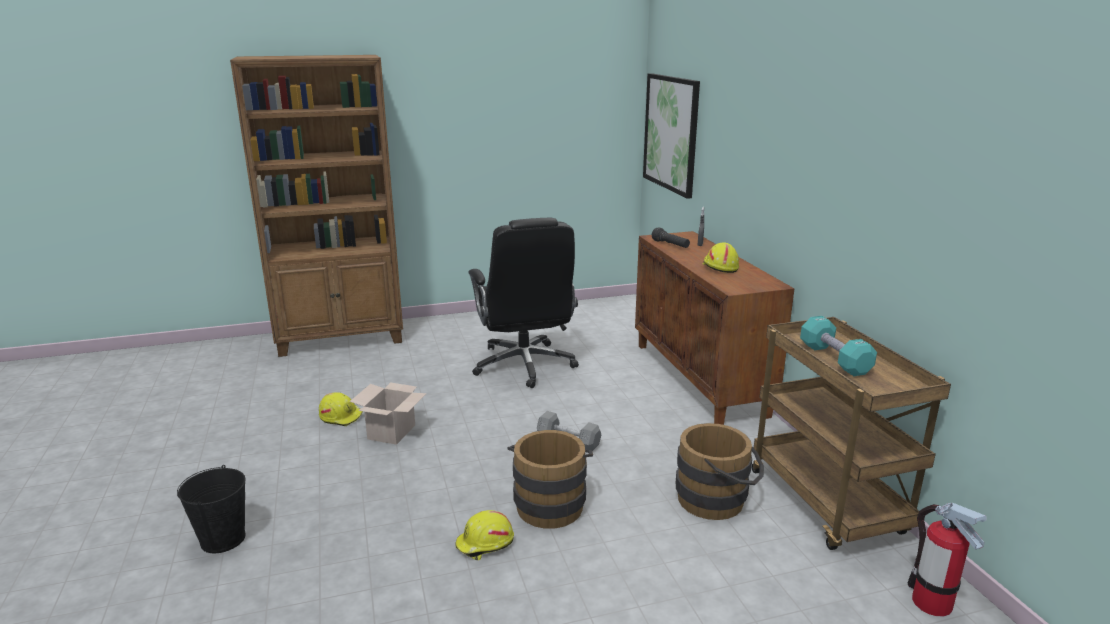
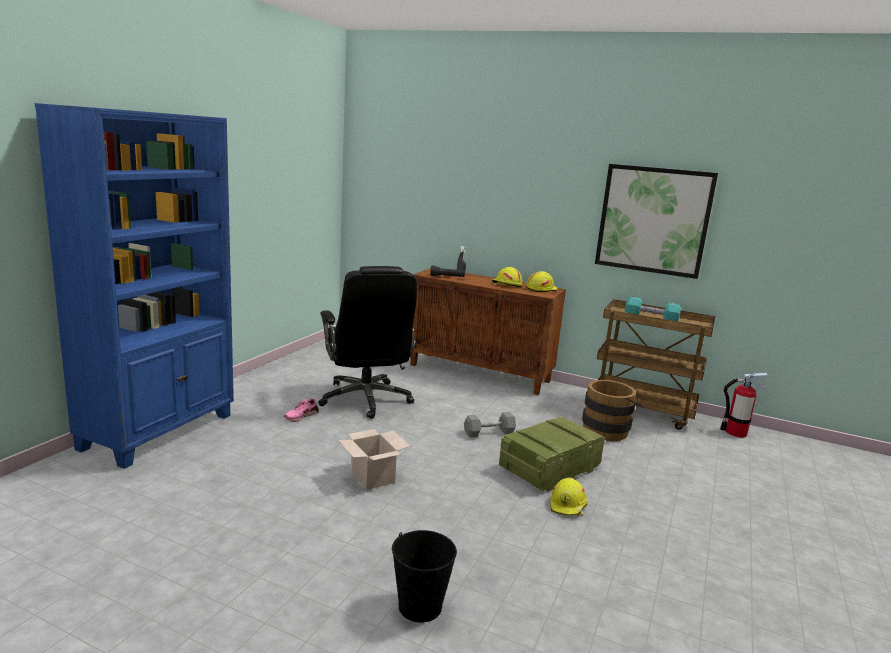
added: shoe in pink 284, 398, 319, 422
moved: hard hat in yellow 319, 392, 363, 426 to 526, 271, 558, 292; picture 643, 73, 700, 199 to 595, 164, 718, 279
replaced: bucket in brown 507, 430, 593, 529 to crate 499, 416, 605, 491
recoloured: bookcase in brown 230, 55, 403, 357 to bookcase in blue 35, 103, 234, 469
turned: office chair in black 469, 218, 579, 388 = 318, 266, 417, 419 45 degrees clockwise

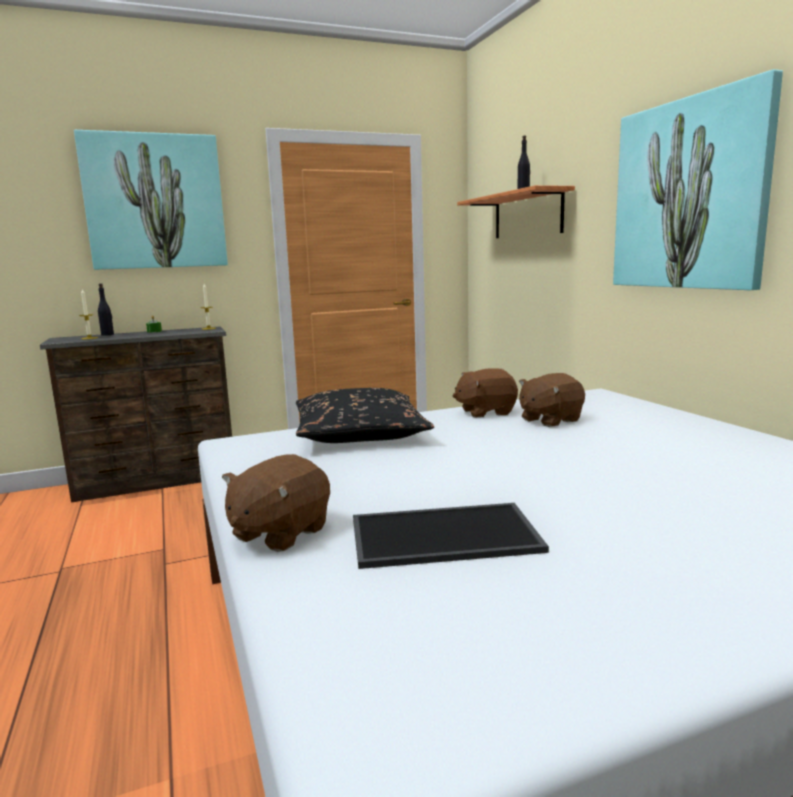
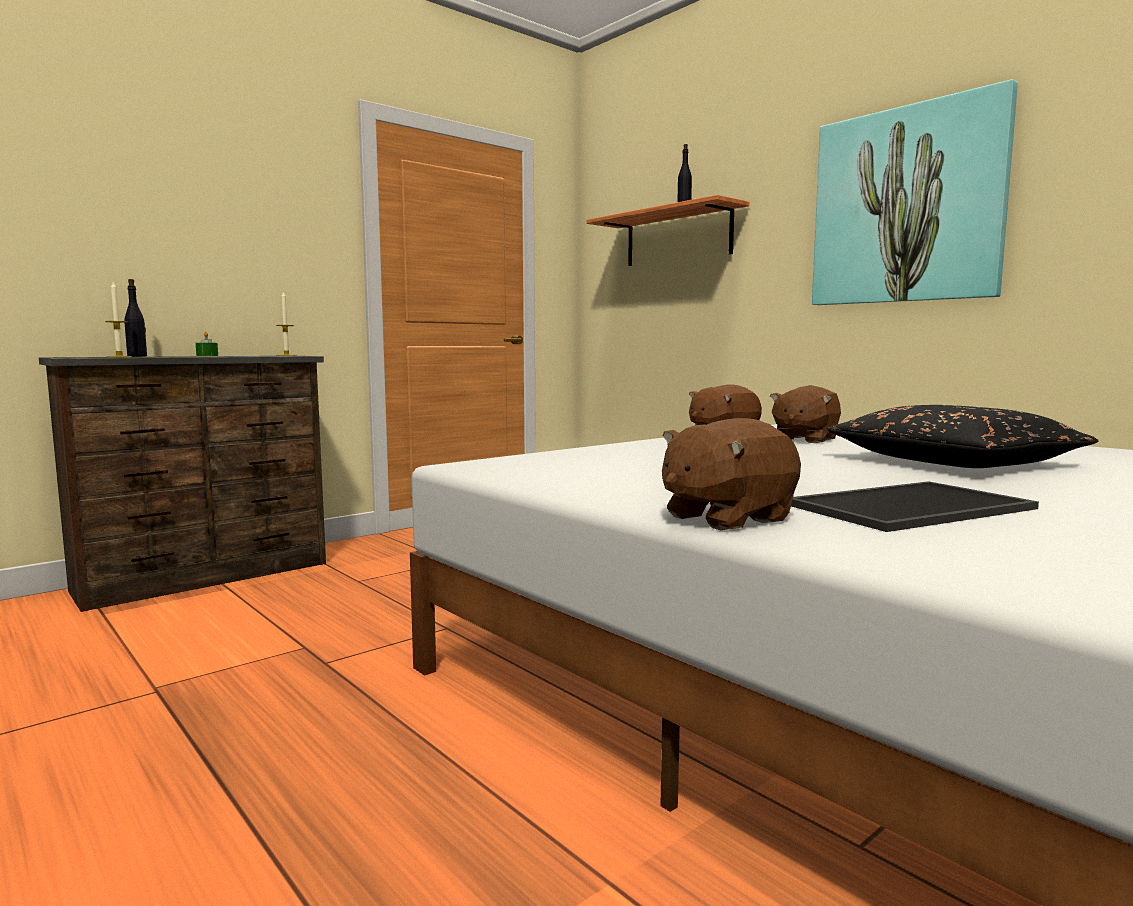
removed: picture 74, 130, 228, 270
moved: pillow in black 296, 388, 434, 443 to 827, 405, 1099, 468
turned: plush toy in brown 222, 454, 330, 552 = 662, 418, 801, 530 45 degrees clockwise

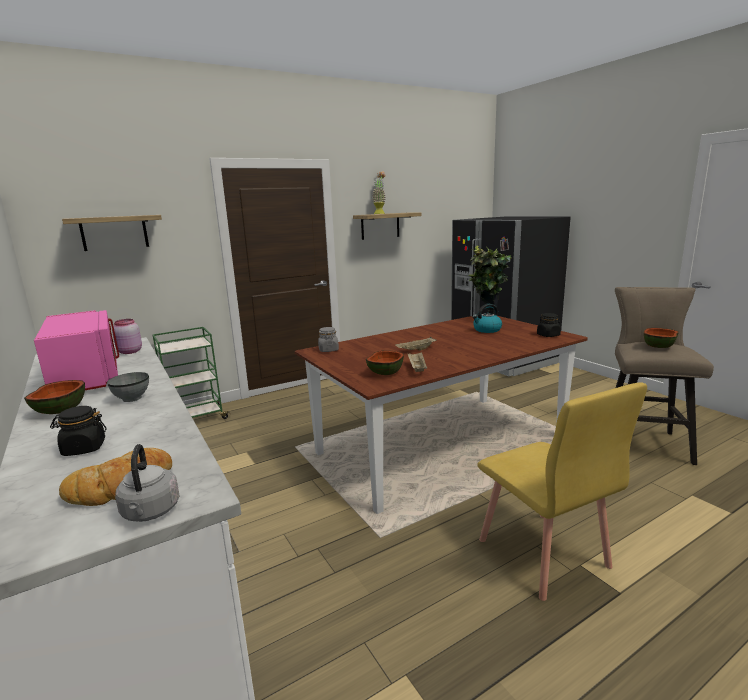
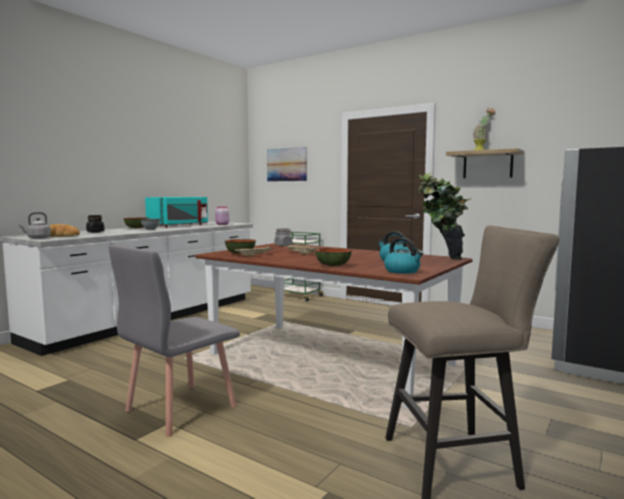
moved: bowl 644, 328, 679, 348 to 315, 248, 352, 266
replaced: shelf 62, 215, 162, 251 to picture 267, 147, 307, 182; jar in black 537, 313, 561, 337 to kettle 384, 237, 424, 274
recoloured: chair in yellow 477, 382, 647, 601 to chair in grey 109, 245, 240, 437; microwave in pink 34, 310, 119, 390 to microwave in turquoise 145, 197, 208, 228

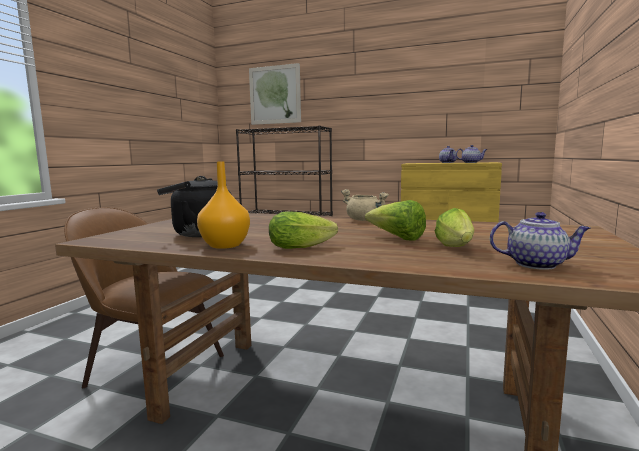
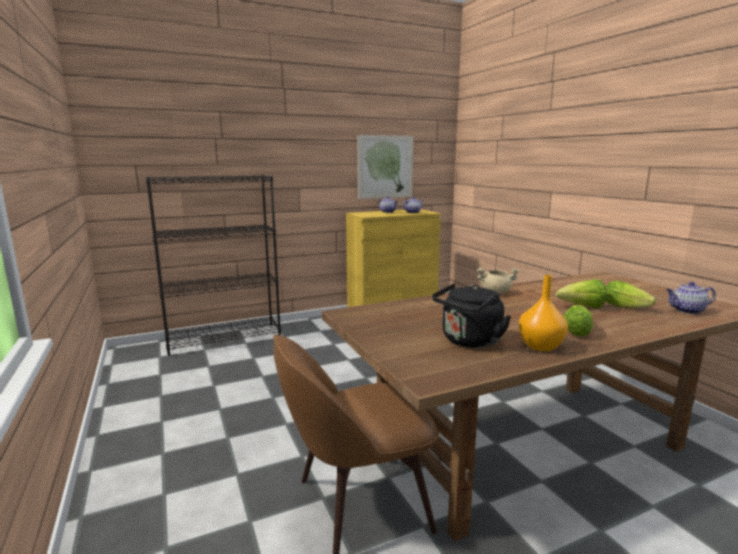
moved: picture 249, 63, 301, 125 to 358, 135, 413, 199
turned: teapot 490, 212, 590, 270 = 666, 282, 716, 314 150 degrees counterclockwise

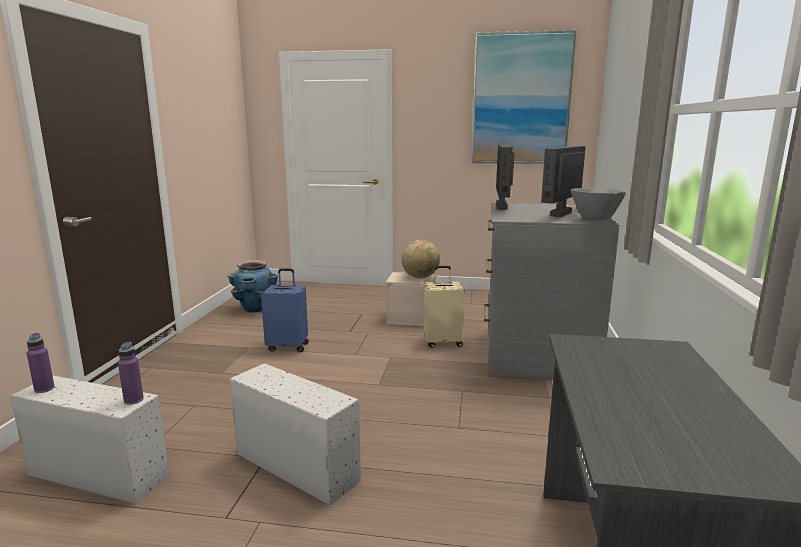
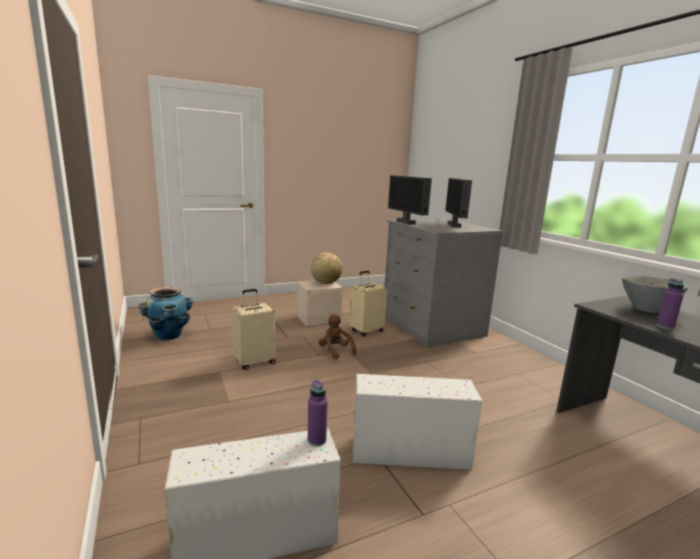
removed: picture 471, 30, 576, 164
added: plush toy in brown 318, 314, 356, 359
moved: bowl in grey 571, 188, 626, 220 to 622, 276, 688, 313; bottle in purple 27, 333, 55, 393 to 656, 278, 684, 330
recoloured: suitcase in blue 261, 268, 309, 352 to suitcase in beige 232, 289, 275, 370

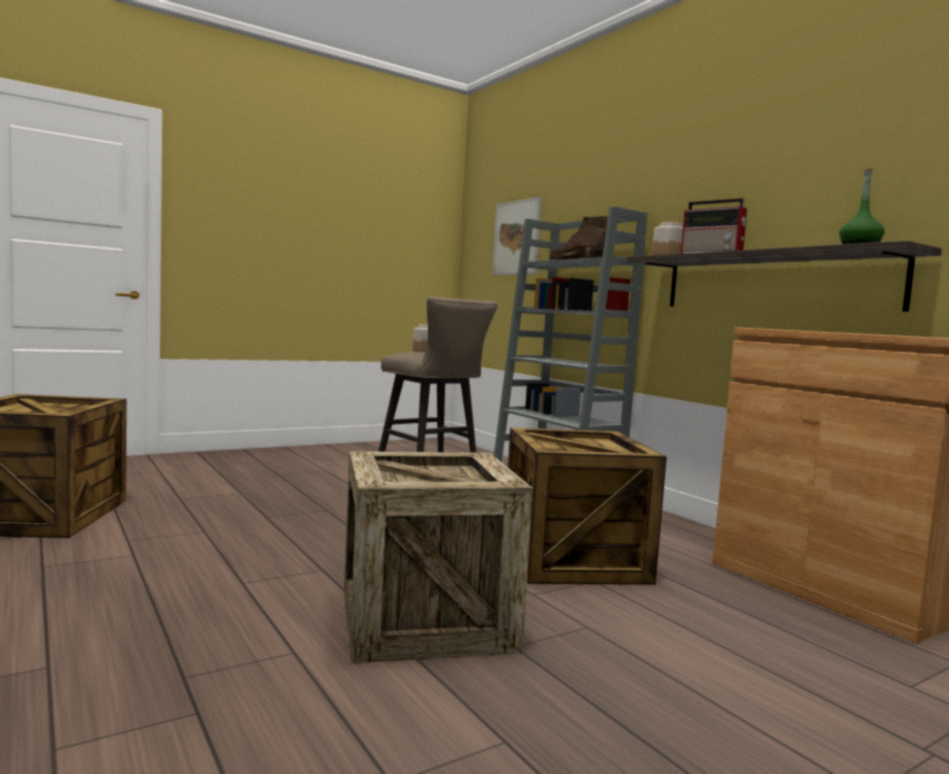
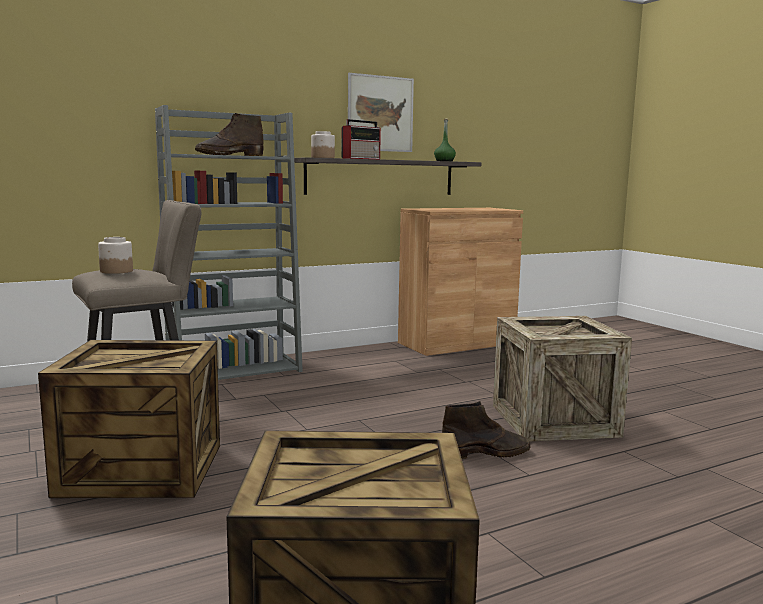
added: boot in brown 442, 401, 531, 459
moved: crate 508, 428, 667, 585 to 38, 340, 220, 498; picture 492, 197, 542, 275 to 348, 73, 414, 152

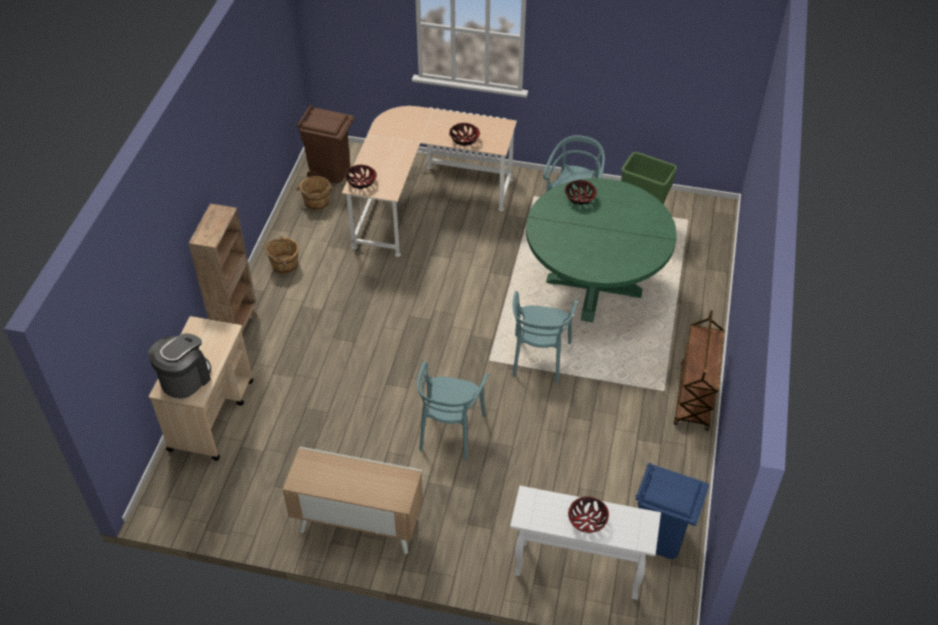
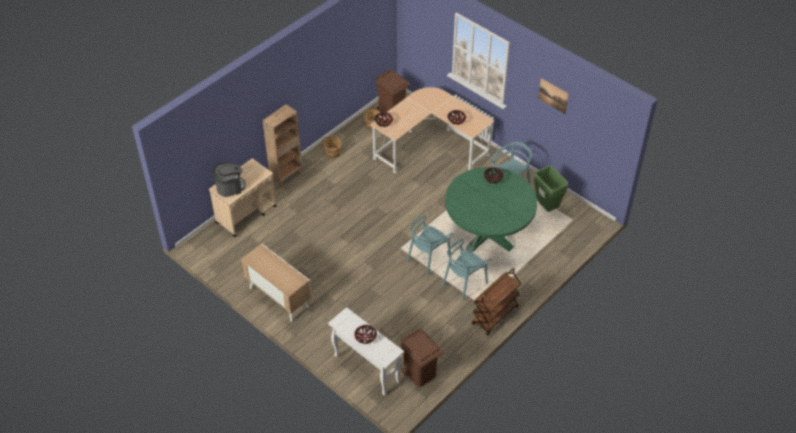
added: picture 538, 78, 569, 114
moved: chair in turquoise 417, 361, 489, 460 to 442, 239, 491, 301
recoloured: trash can in blue 636, 463, 709, 559 to trash can in brown 400, 328, 443, 387

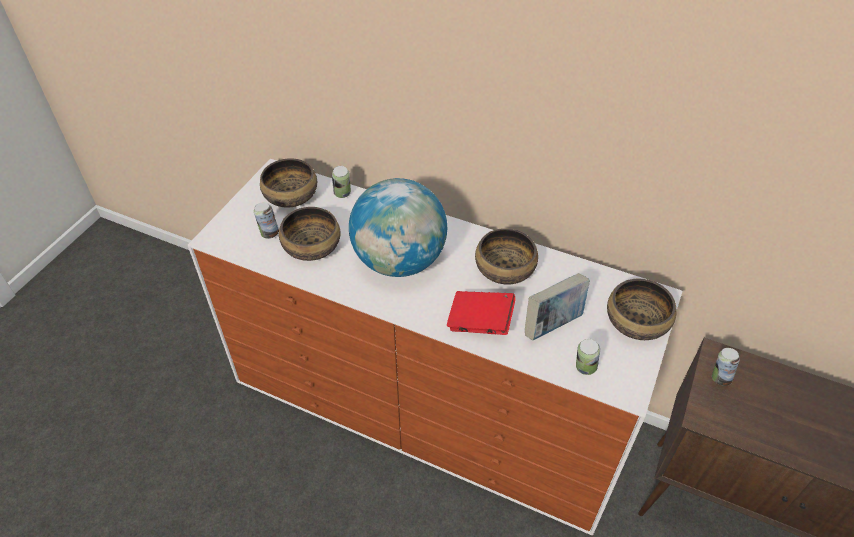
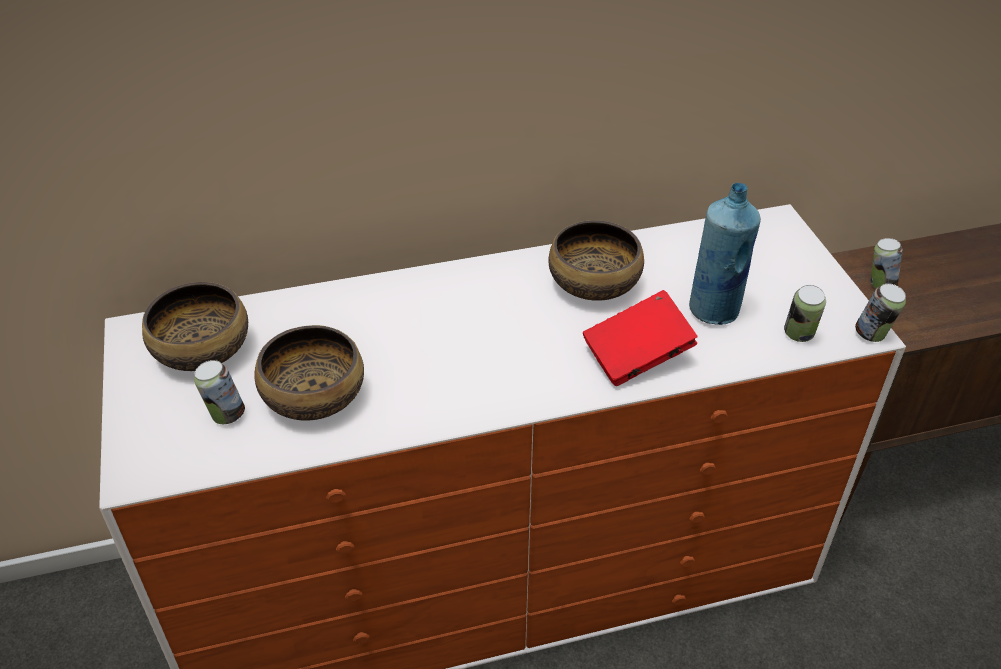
removed: globe 349, 178, 447, 277; bowl 607, 279, 677, 340
moved: can 332, 166, 351, 198 to 855, 283, 906, 342
replaced: book 525, 273, 590, 340 to bottle in blue 689, 183, 761, 325

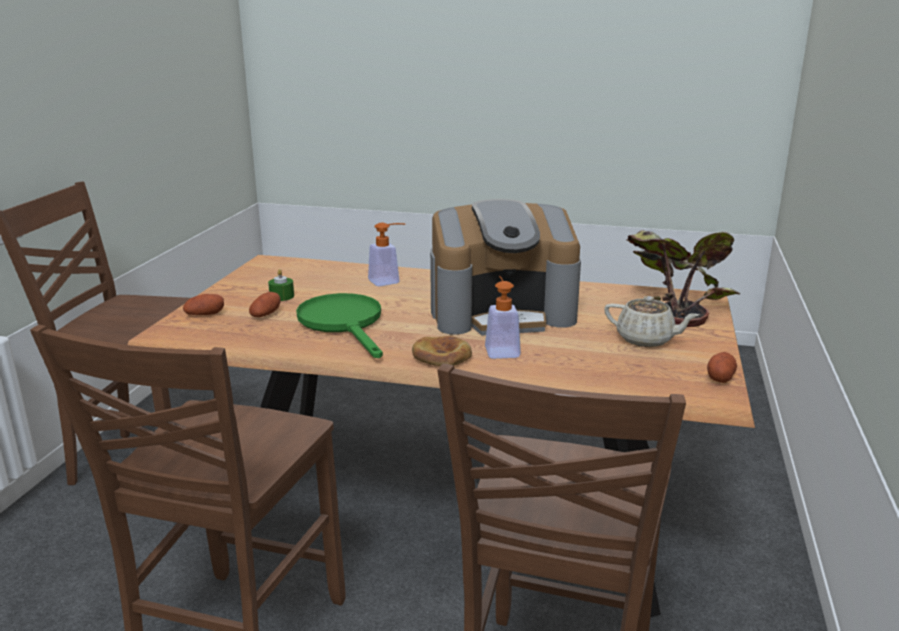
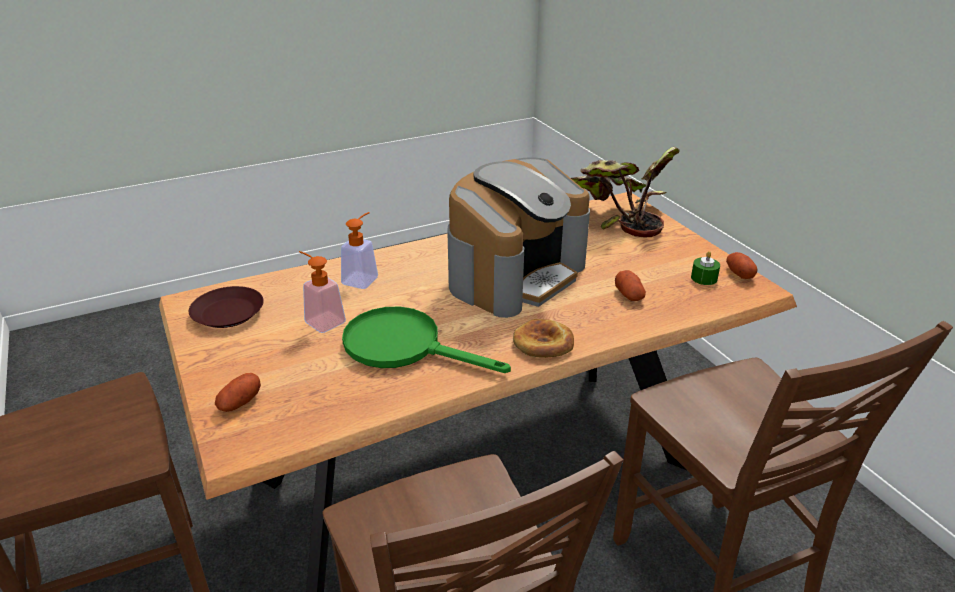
removed: teapot in beige 604, 296, 699, 347
added: plate in brown 189, 286, 264, 328
moved: soap dispenser 485, 276, 521, 359 to 299, 251, 346, 333; potato 249, 292, 281, 317 to 615, 270, 646, 301; candle in green 268, 269, 294, 301 to 691, 251, 720, 285

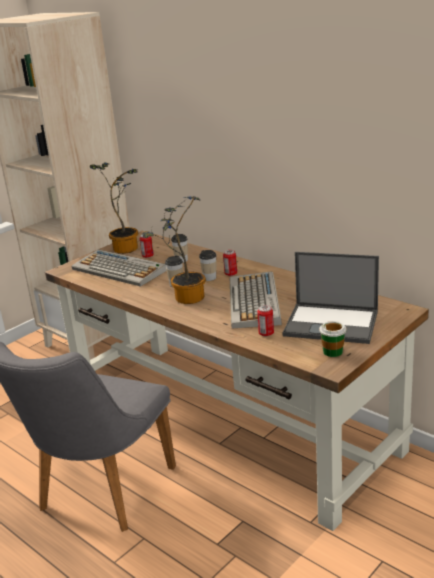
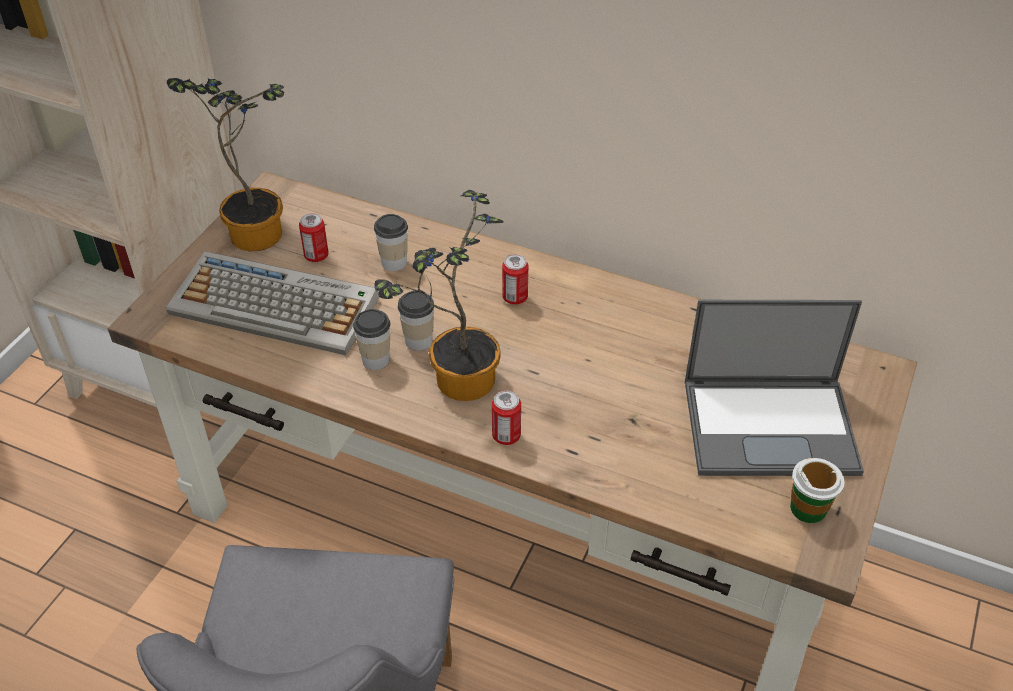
removed: keyboard 230, 271, 282, 329
moved: cup 199, 250, 217, 281 to 353, 309, 390, 370; can 257, 305, 274, 337 to 492, 391, 521, 445

